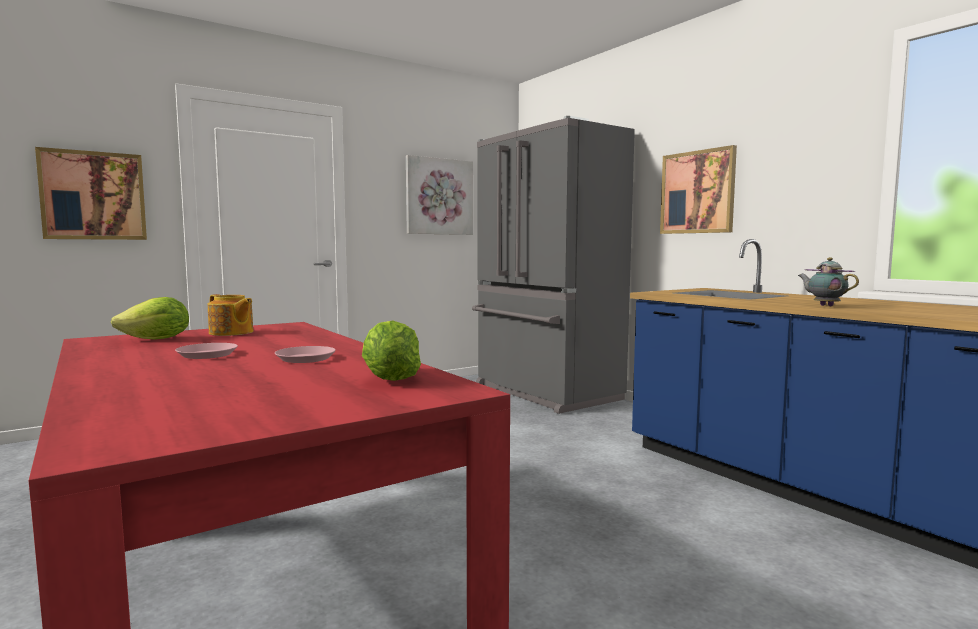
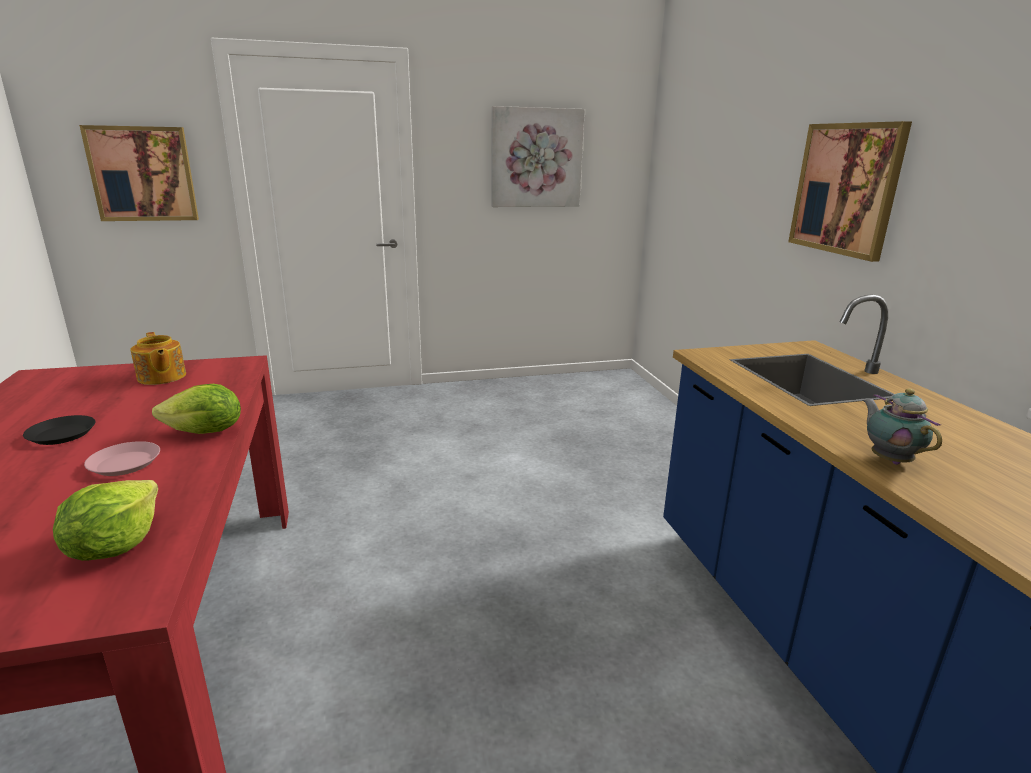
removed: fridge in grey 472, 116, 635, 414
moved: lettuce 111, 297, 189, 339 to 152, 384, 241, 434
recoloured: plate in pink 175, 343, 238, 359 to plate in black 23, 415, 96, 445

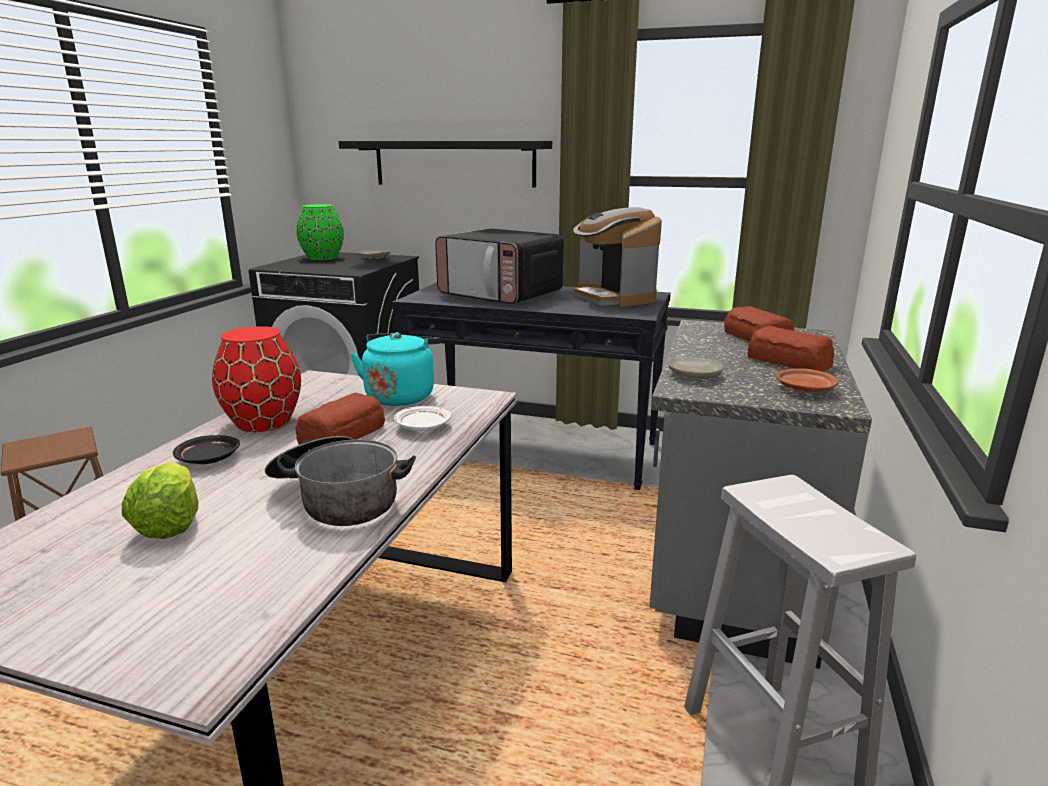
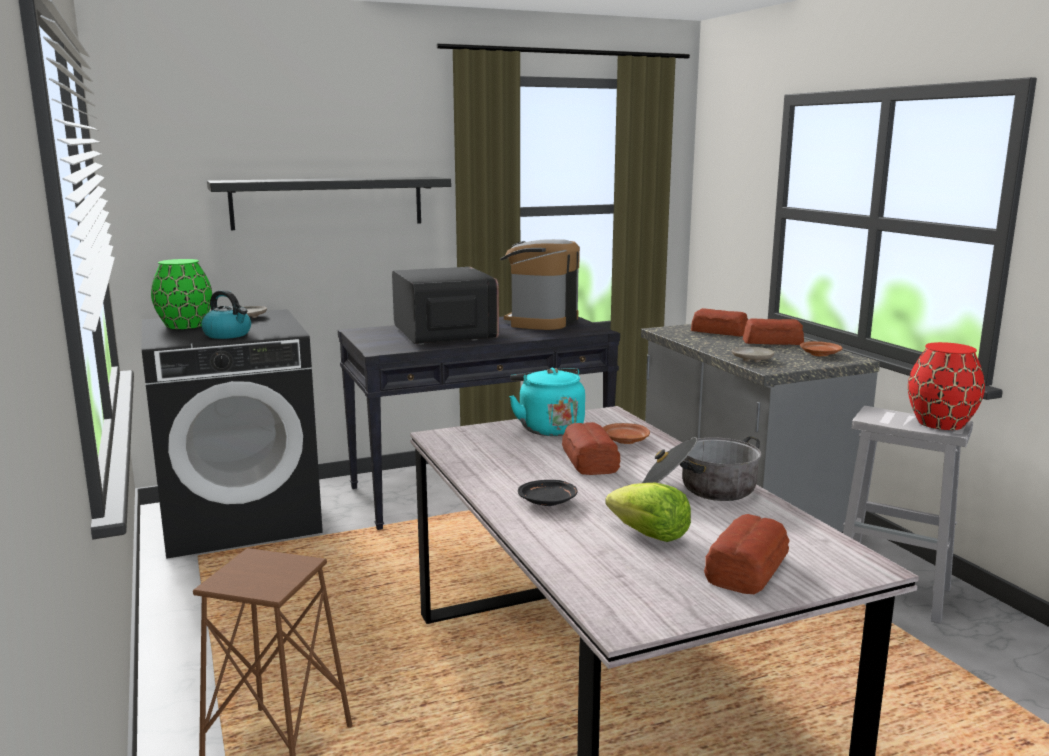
added: kettle 201, 290, 251, 339; bread 704, 514, 790, 594
moved: vase in red 212, 326, 301, 432 to 908, 342, 985, 430
recoloured: plate in white 394, 406, 451, 432 to plate in brown 603, 423, 650, 444
turned: microwave 435, 228, 564, 304 = 392, 267, 499, 345 105 degrees counterclockwise; coffee machine 573, 207, 662, 307 = 500, 239, 580, 330 90 degrees clockwise

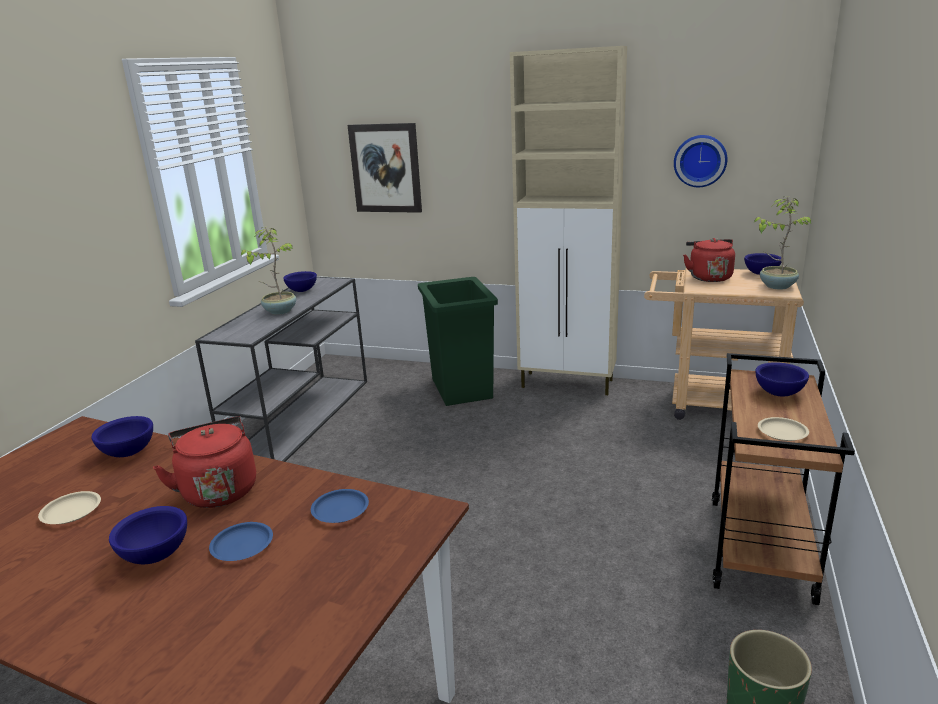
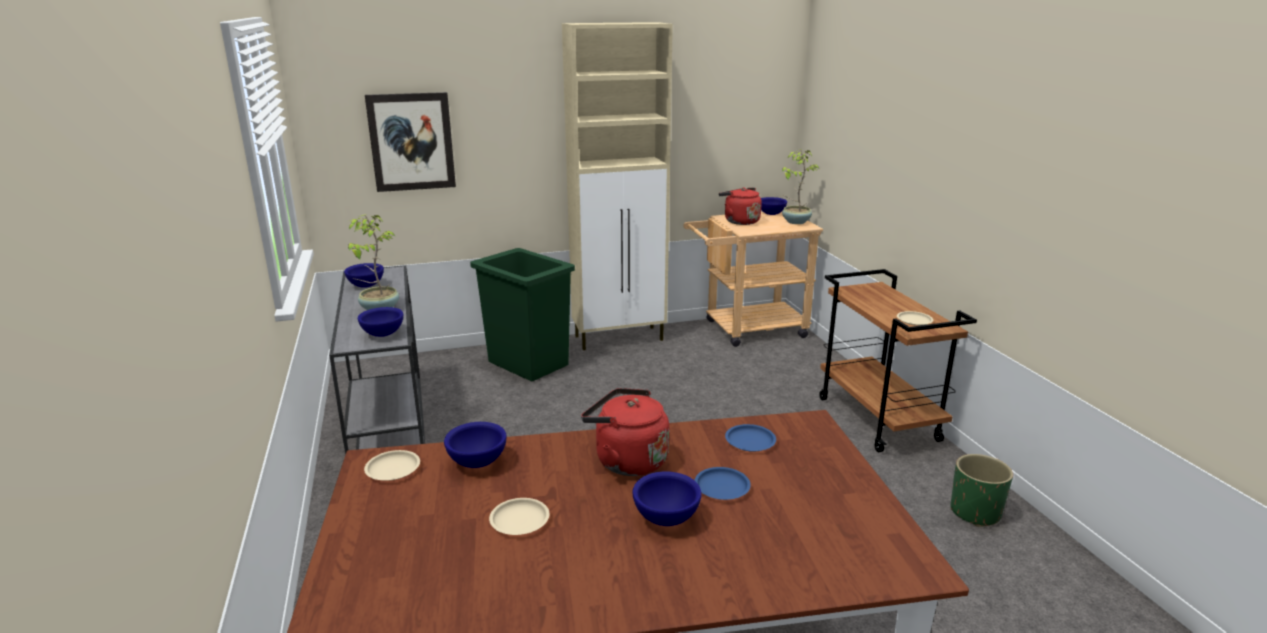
removed: wall clock 674, 135, 727, 187
added: plate in beige 364, 450, 420, 481
moved: bowl in blue 755, 362, 809, 396 to 358, 307, 403, 337

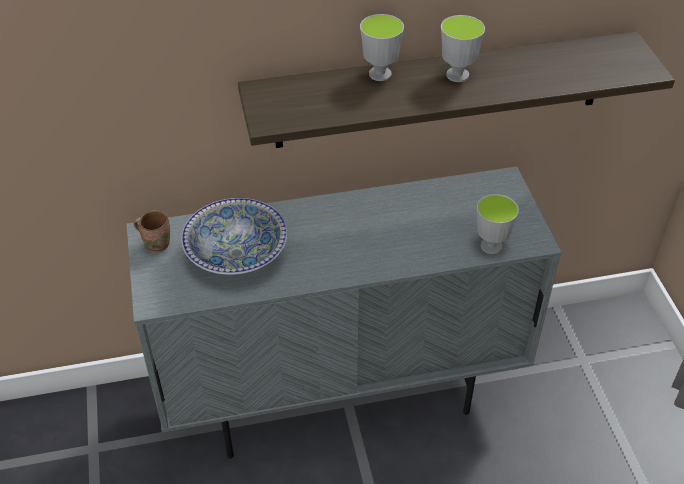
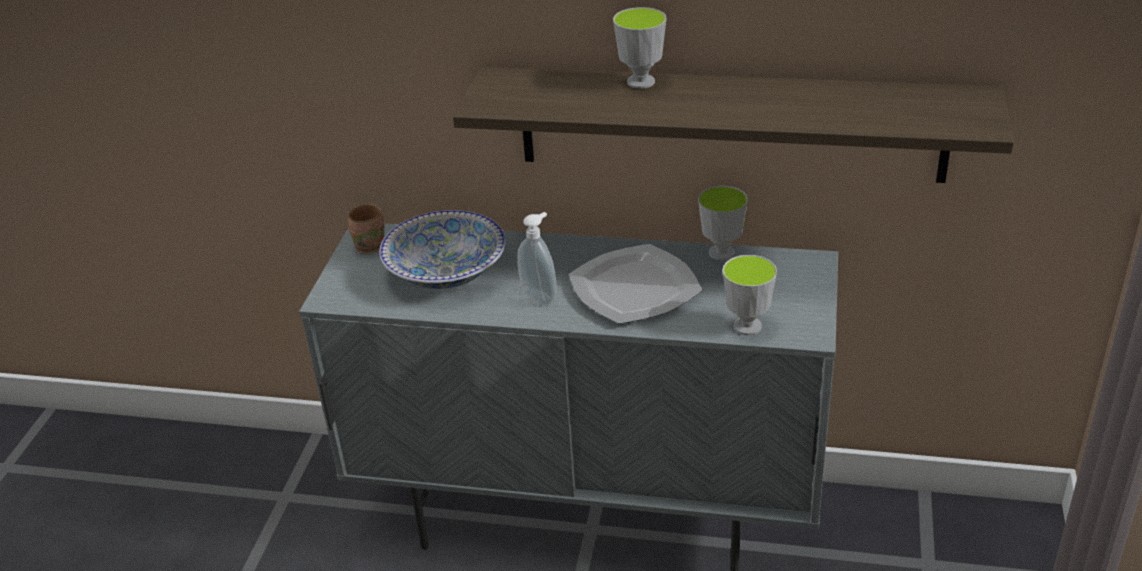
added: soap dispenser 517, 212, 557, 305; plate 569, 244, 702, 324
moved: cup 441, 15, 485, 82 to 698, 186, 748, 260

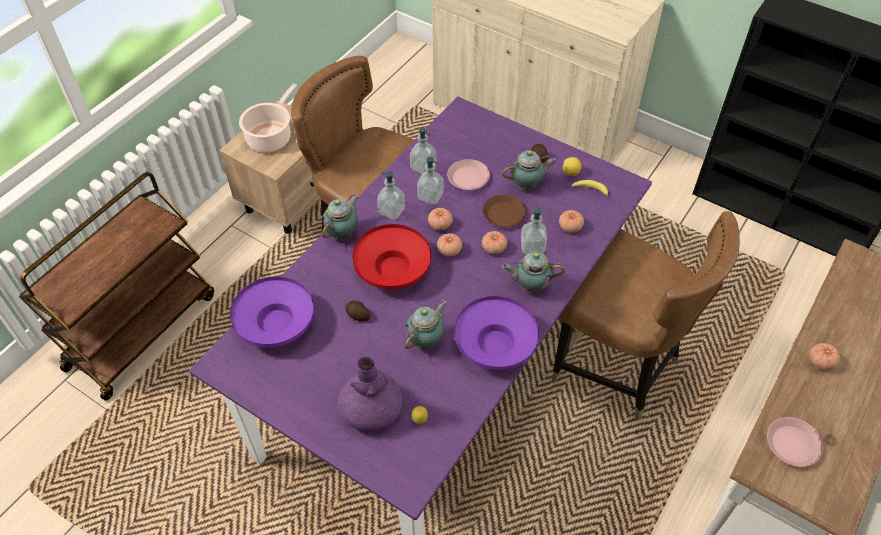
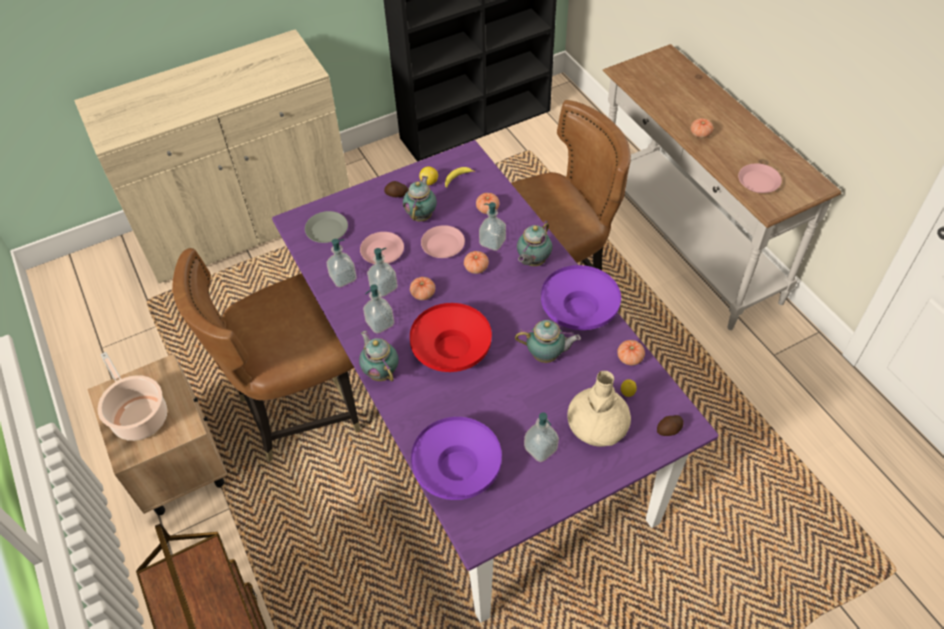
added: plate in grey 305, 211, 348, 243; soap dispenser 524, 412, 559, 462
moved: tomato 437, 233, 462, 257 to 617, 340, 645, 365; potato 346, 301, 371, 321 to 657, 415, 684, 436
recoloured: plate in brown 482, 194, 527, 227 to plate in pink 421, 225, 465, 258; vase in purple 338, 356, 402, 432 to vase in beige 567, 371, 631, 447
turned: teapot 405, 300, 447, 350 = 515, 320, 581, 363 120 degrees clockwise

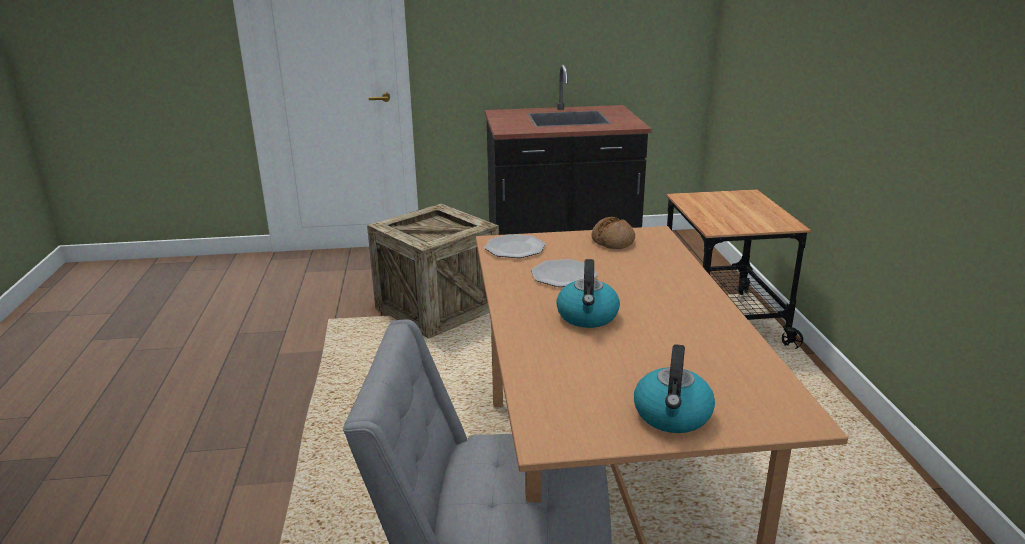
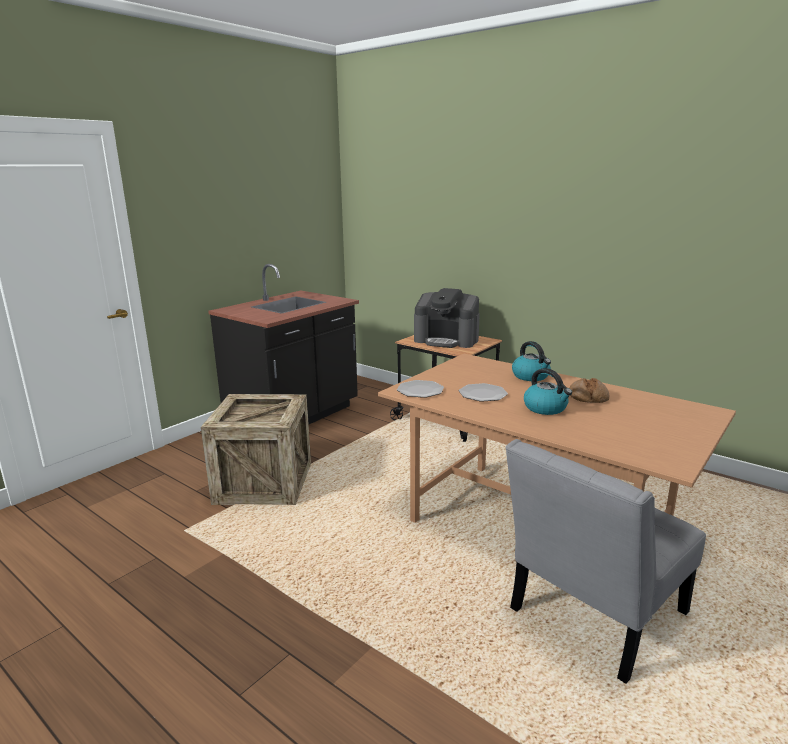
added: coffee machine 414, 288, 480, 348
moved: kettle 634, 344, 715, 433 to 512, 341, 551, 381; bread 591, 217, 635, 249 to 569, 378, 609, 403

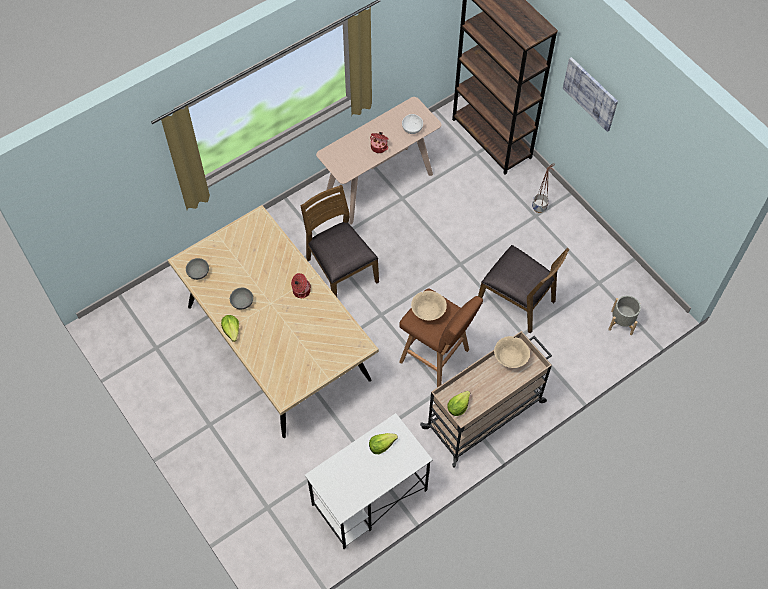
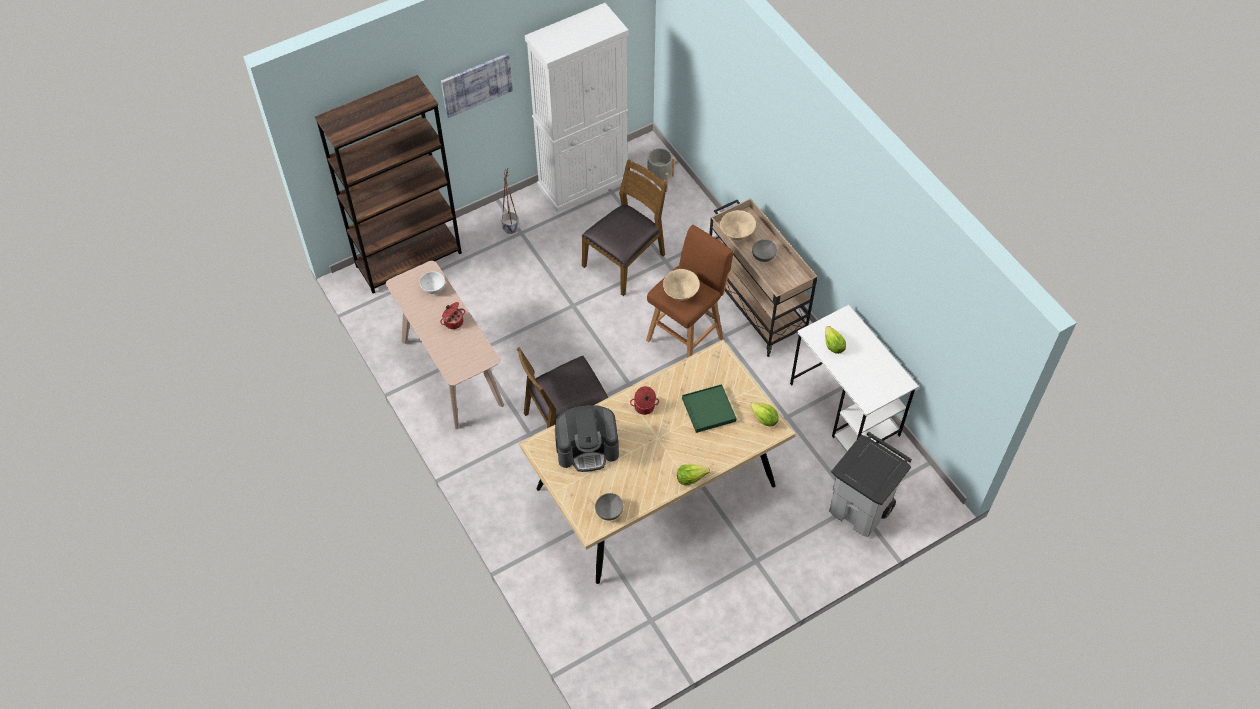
added: cabinet in white 525, 3, 629, 213; coffee machine 555, 405, 619, 472; tray in green 682, 384, 736, 433; trash can in grey 829, 432, 912, 537
moved: lettuce 447, 391, 470, 416 to 750, 402, 779, 426; bowl in grey 230, 288, 253, 310 to 752, 239, 777, 262

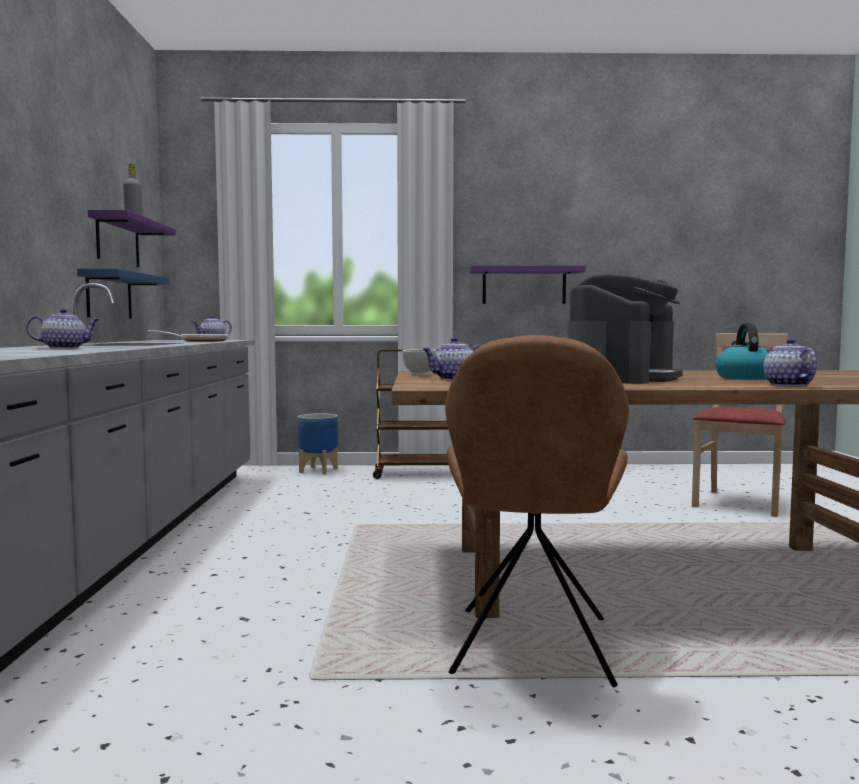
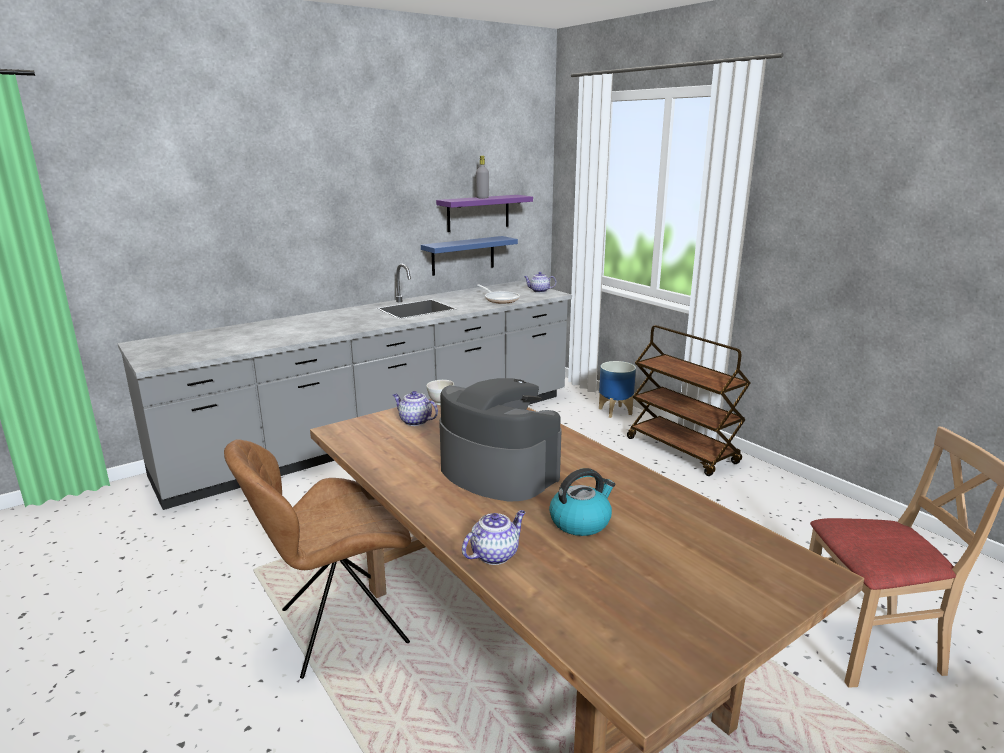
removed: teapot 26, 308, 100, 348; shelf in purple 469, 265, 586, 304
turned: coffee machine 568, 274, 682, 384 = 439, 378, 562, 501 135 degrees counterclockwise

